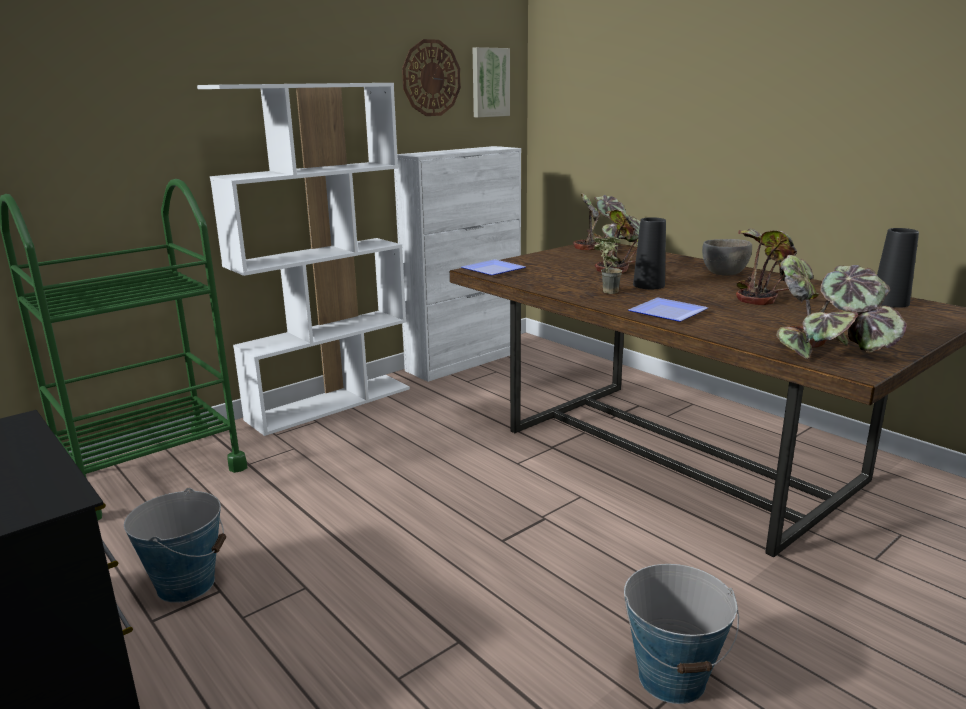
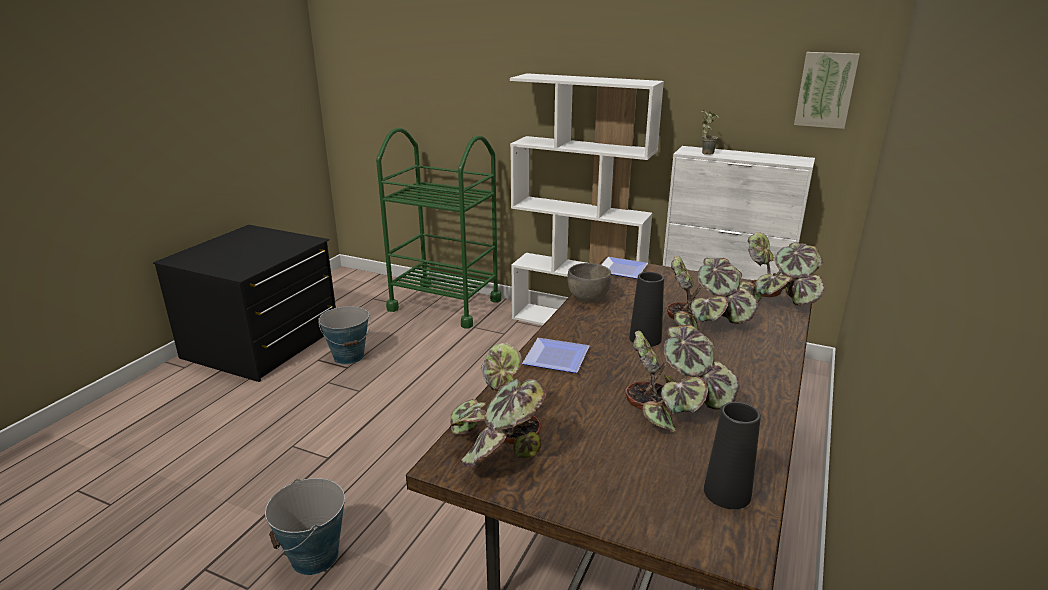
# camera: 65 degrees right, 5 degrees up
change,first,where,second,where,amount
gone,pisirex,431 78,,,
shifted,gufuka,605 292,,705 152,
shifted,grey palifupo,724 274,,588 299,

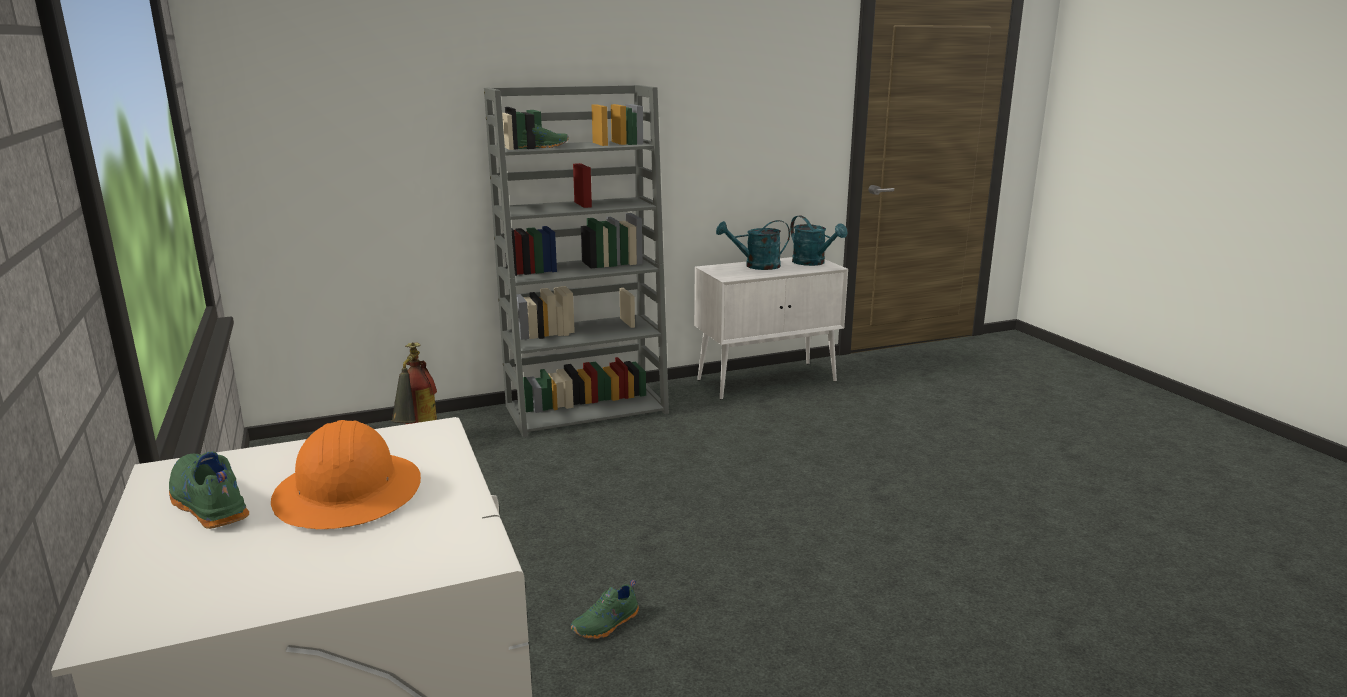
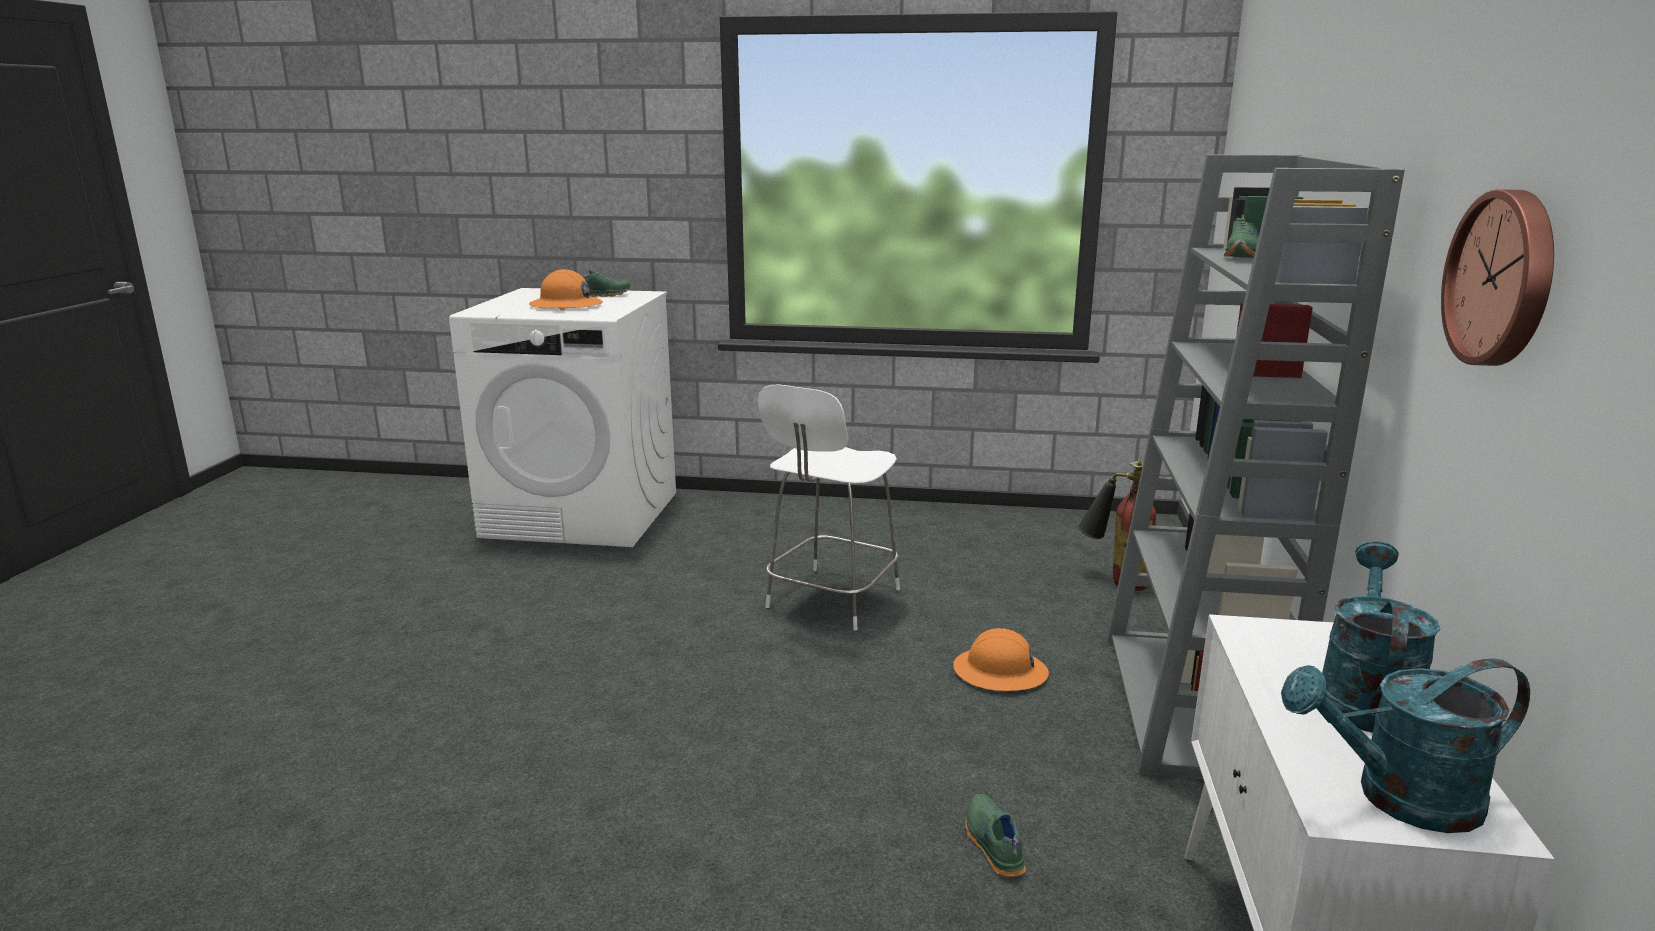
# camera: 120 degrees right, 0 degrees up
change,first,where,second,where,amount
shifted,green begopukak,606 625,,992 845,
new,,,pisirex,1504 279,
new,,,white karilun,831 600,
new,,,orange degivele,1000 672,

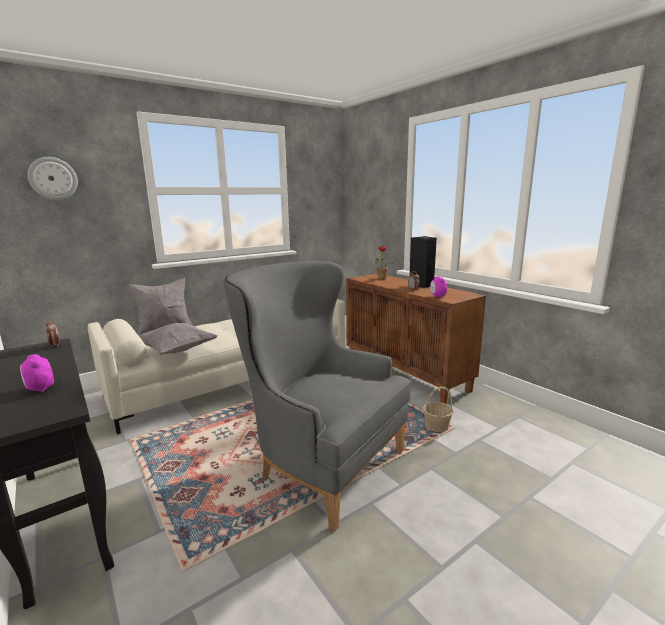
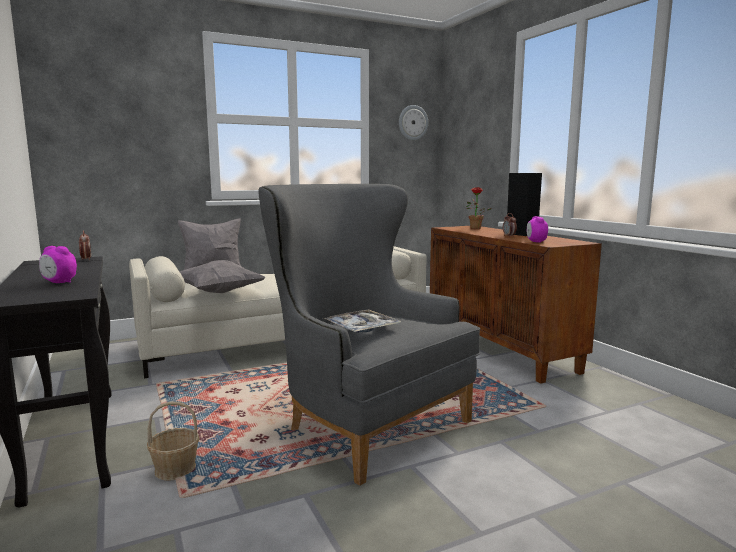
# camera: 10 degrees right, 5 degrees down
change,first,where,second,where,amount
shifted,pisirex,53 178,,413 122,
rotated,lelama,40 389,,59 282,45 degrees counterclockwise
shifted,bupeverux,436 426,,175 469,
new,,,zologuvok,361 328,

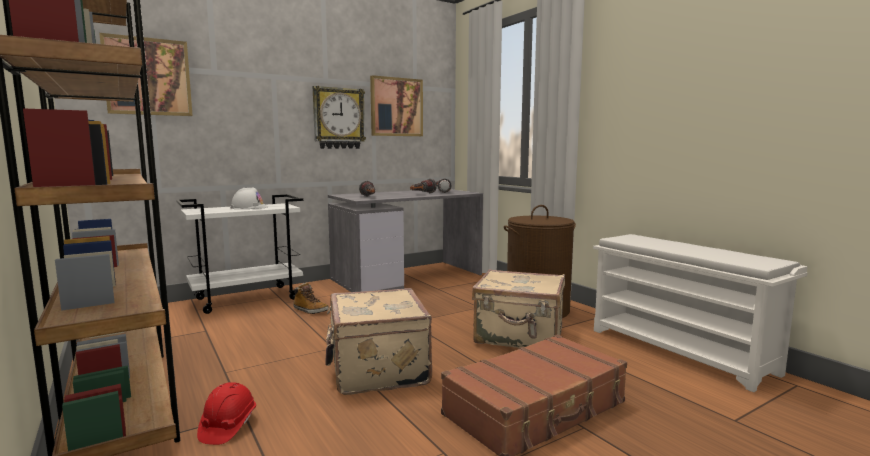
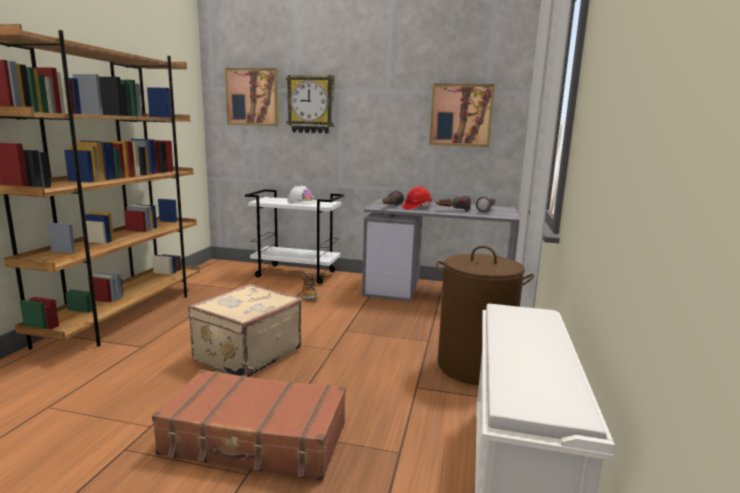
# camera: 45 degrees right, 5 degrees up
change,first,where,second,where,amount
shifted,pisirex,338 118,,311 104,
gone,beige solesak,519 337,,,
shifted,red degivele,228 426,,416 208,

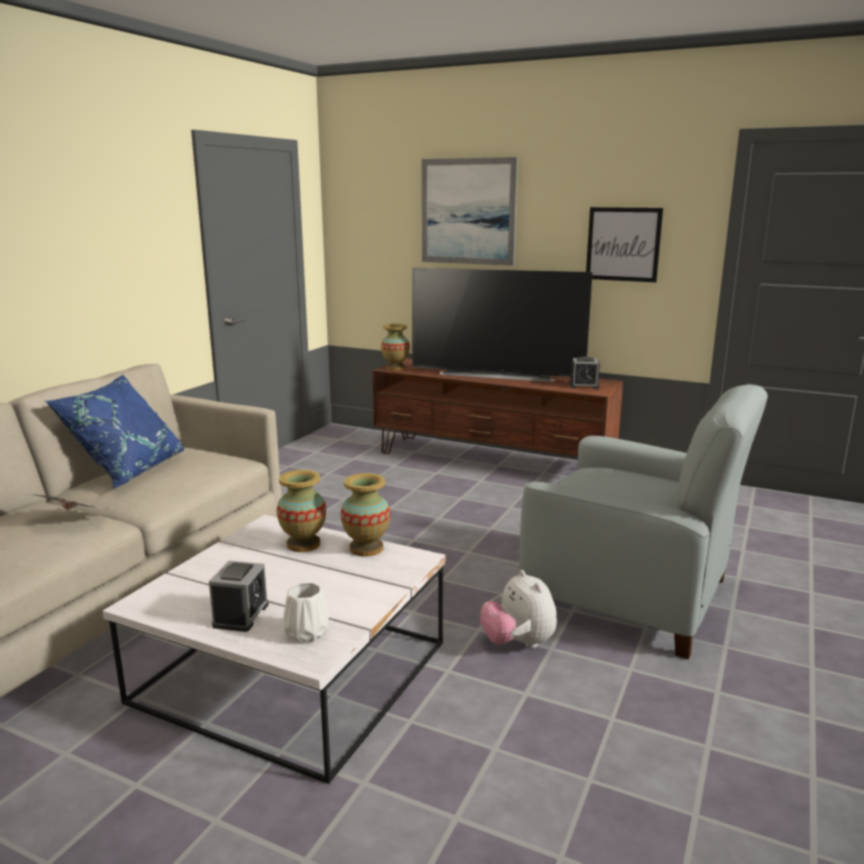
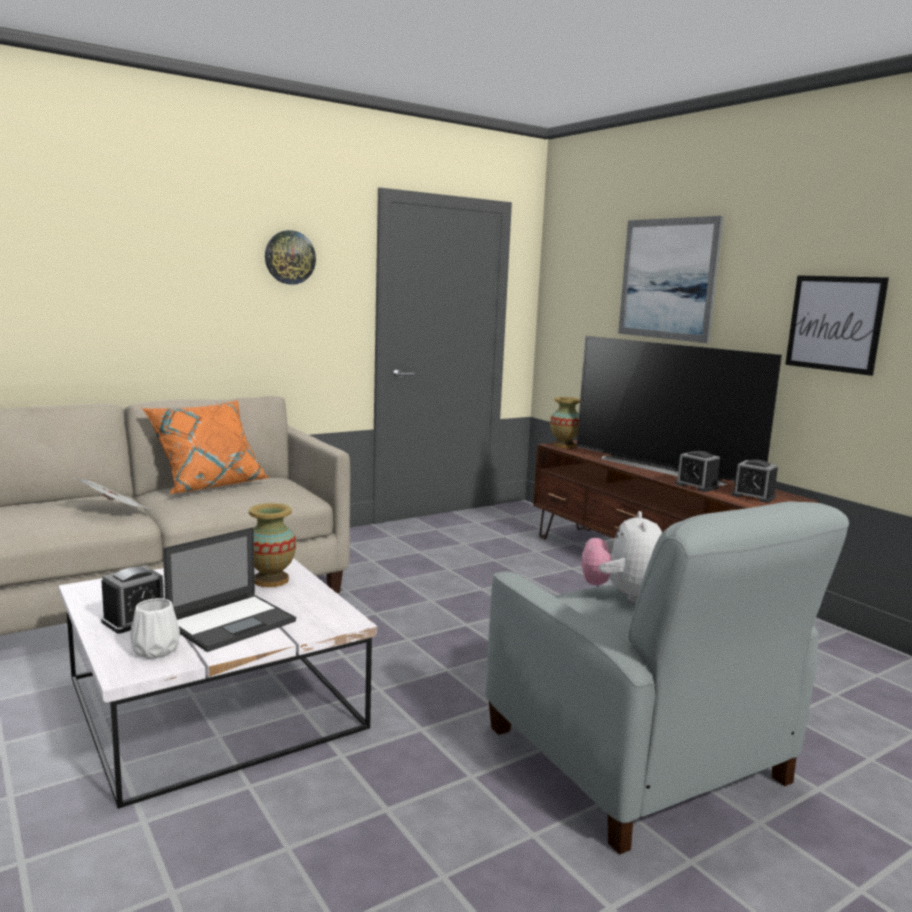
# camera: 30 degrees right, 5 degrees down
change,first,where,second,where,amount
repainted,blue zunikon,127 470,orange zunikon,209 485,
gone,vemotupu,366 548,,,
shifted,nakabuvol,518 643,,622 595,
new,,,pisirex,290 257,
new,,,lelama,696 486,
new,,,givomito,232 622,

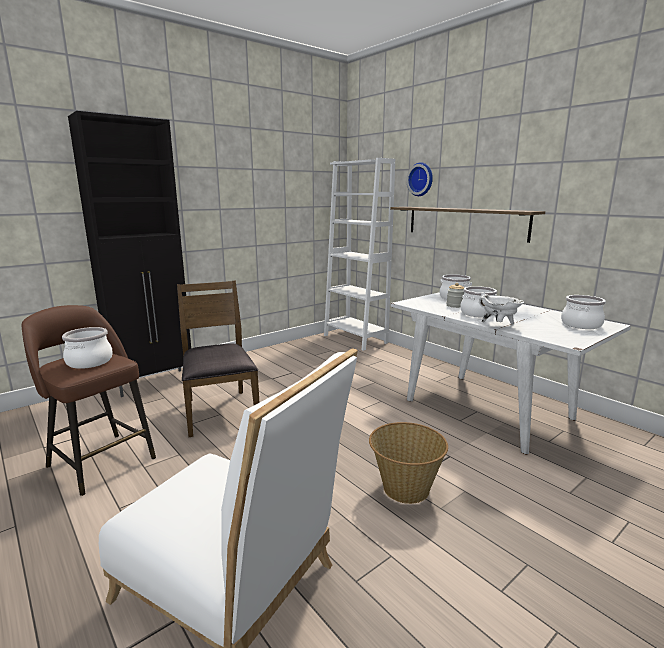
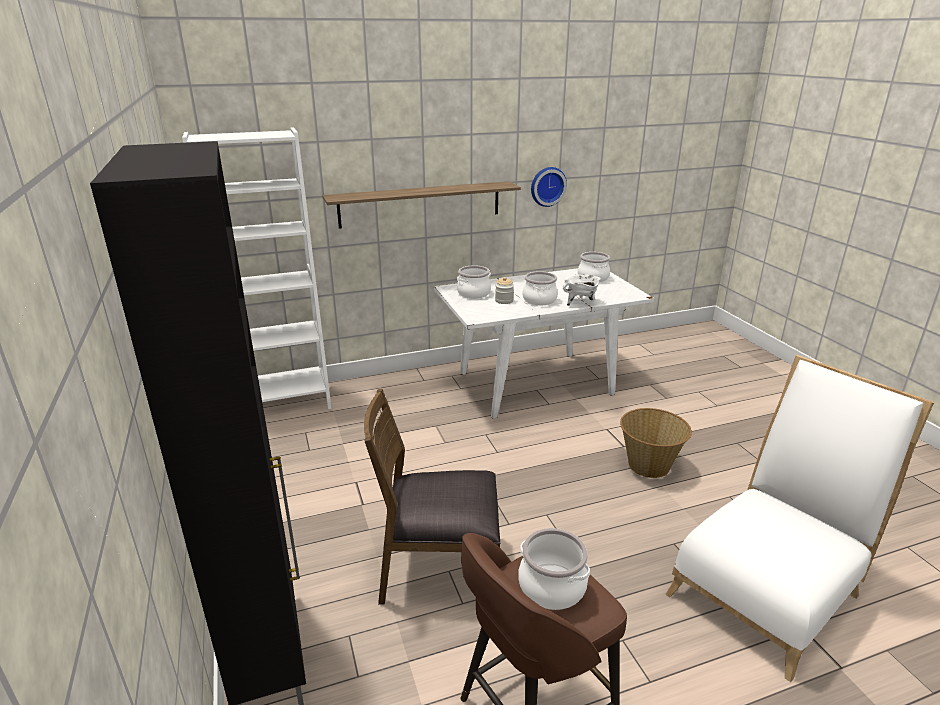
# camera: 70 degrees left, 10 degrees up
change,first,where,second,where,amount
shifted,pisirex,421 179,,547 186,

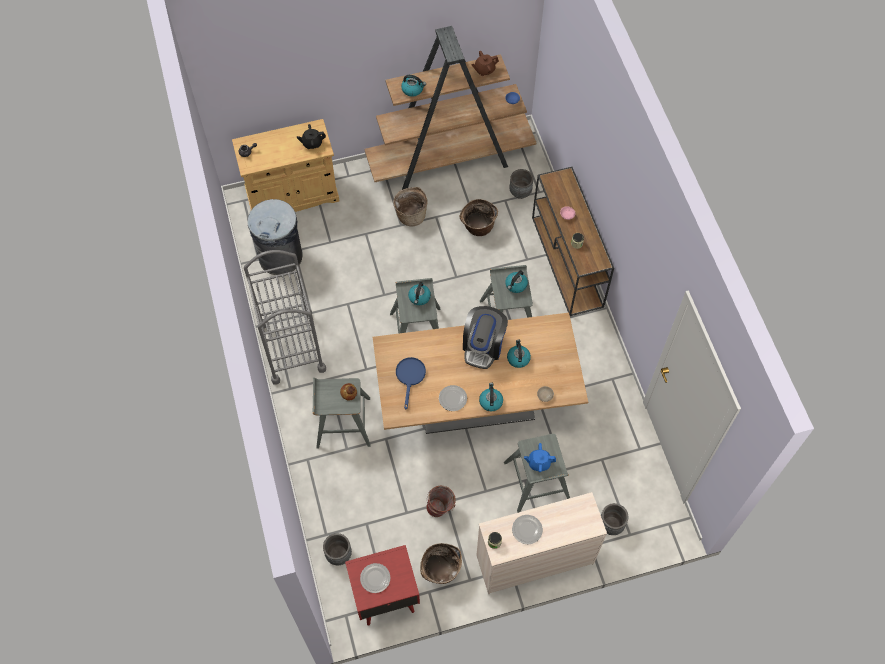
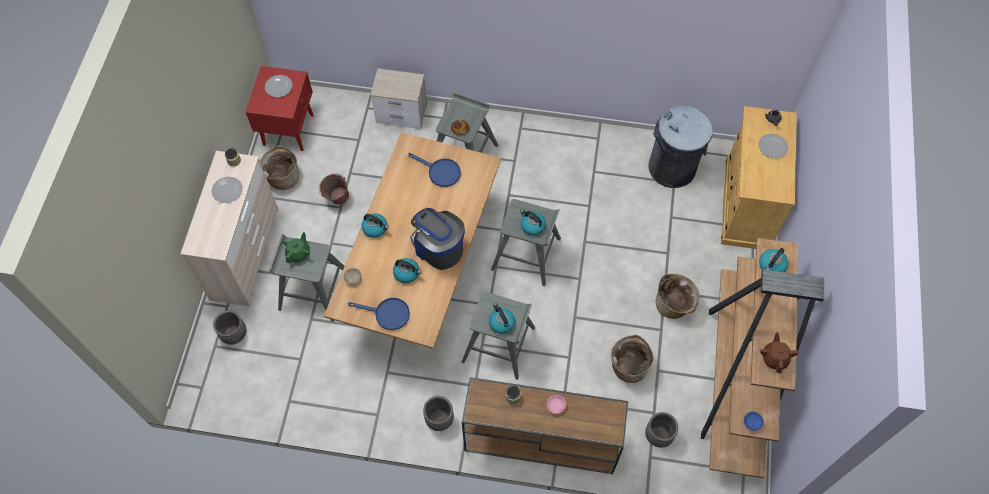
# camera: 115 degrees right, 0 degrees up
change,first,where,second,where,amount
gone,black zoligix,312 143,,,
gone,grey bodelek,291 347,,,
shifted,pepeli,452 399,,772 146,
repainted,blue zoligix,539 462,green zoligix,298 253,
shifted,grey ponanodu,338 554,,439 419,
new,,,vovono,402 114,
new,,,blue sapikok,387 314,

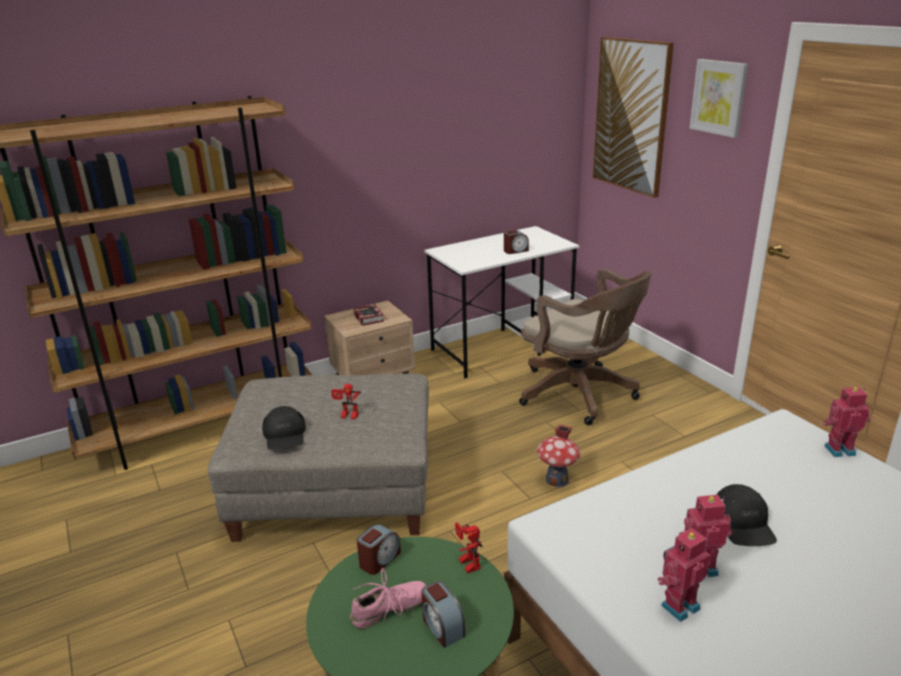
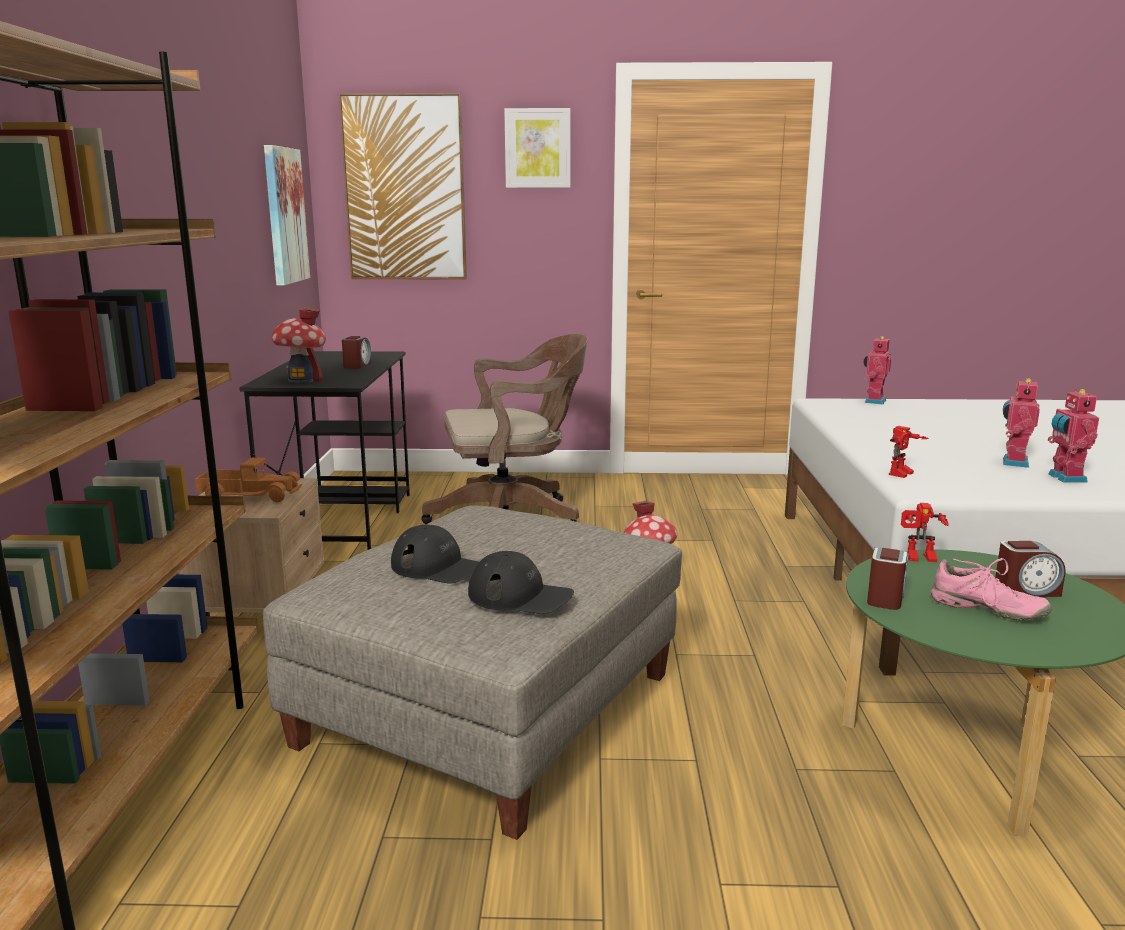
# camera: 60 degrees left, 10 degrees down
change,first,where,second,where,amount
repainted,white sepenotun,502 347,black sepenotun,343 522,
swapped,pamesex,369 317,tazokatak,250 495,
shifted,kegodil,347 416,,903 475,
shifted,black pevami,742 523,,438 567,
rotated,lelama,379 560,,886 597,45 degrees clockwise
rotated,pink begopukak,389 610,,987 609,120 degrees clockwise
new,,,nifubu,284 215,
new,,,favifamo,302 380,

